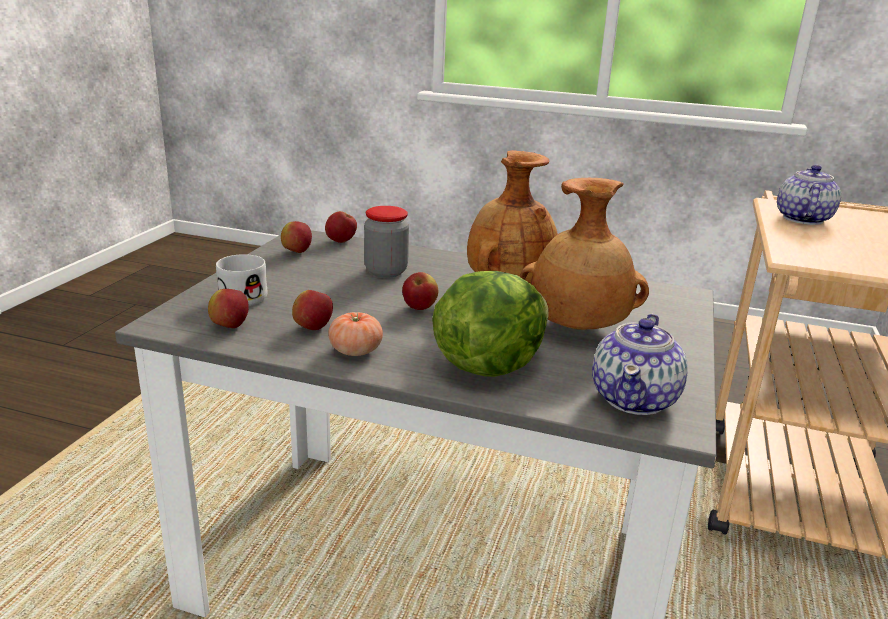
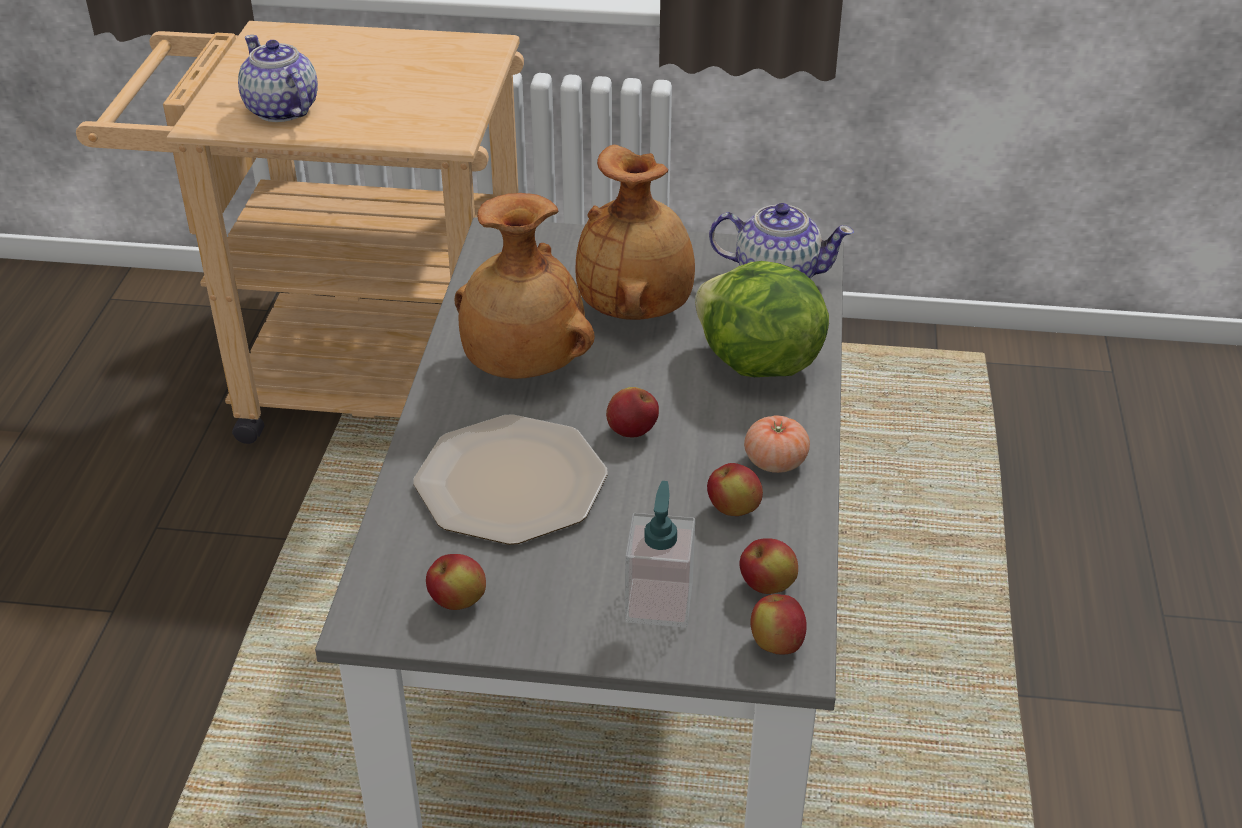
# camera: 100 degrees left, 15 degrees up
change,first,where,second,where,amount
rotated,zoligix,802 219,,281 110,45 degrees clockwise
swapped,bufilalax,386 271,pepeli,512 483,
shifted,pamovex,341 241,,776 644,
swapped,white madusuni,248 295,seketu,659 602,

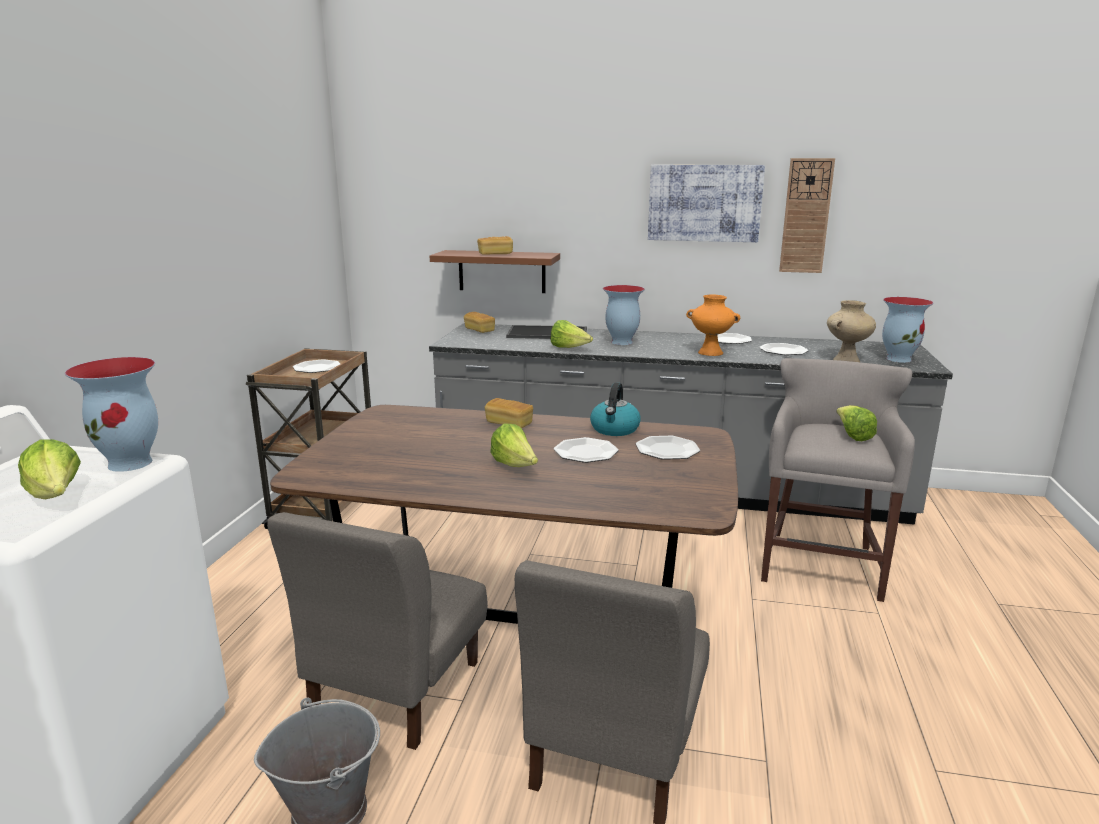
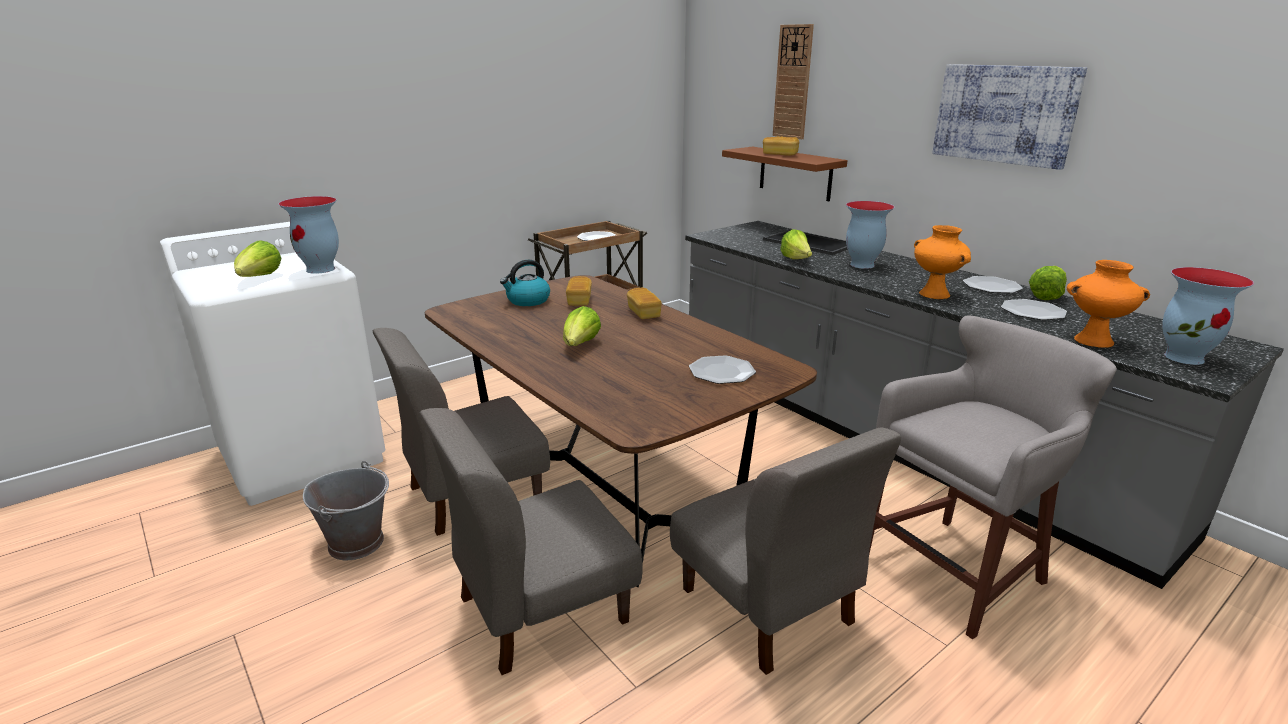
# camera: 40 degrees right, 5 degrees up
change,first,where,second,where,amount
shifted,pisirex,806 216,,793 82,
repainted,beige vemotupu,846 360,orange vemotupu,1094 340,
shifted,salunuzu,479 330,,579 301,
shifted,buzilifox,615 429,,527 301,
shifted,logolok,852 435,,1045 296,
gone,pepeli,586 452,,,
new,,,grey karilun,766 606,

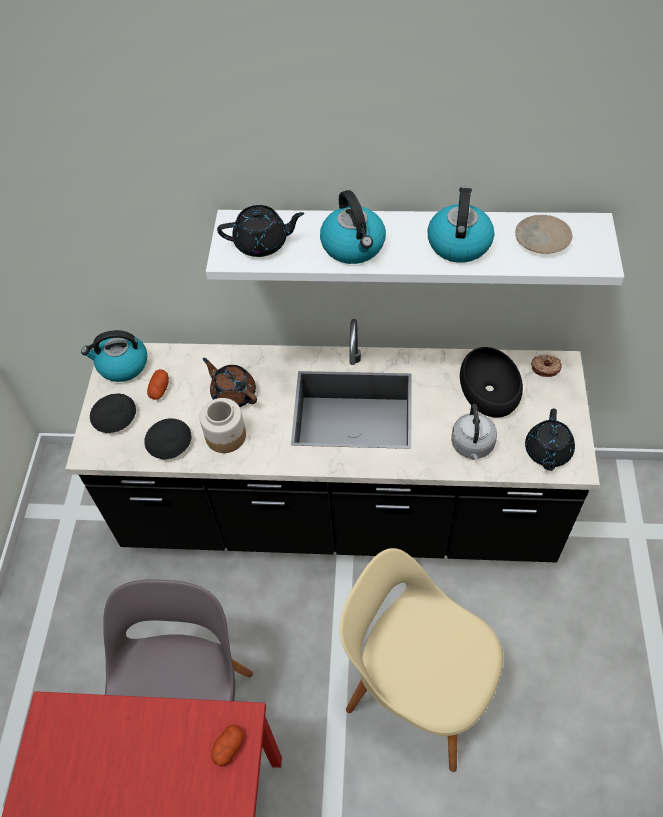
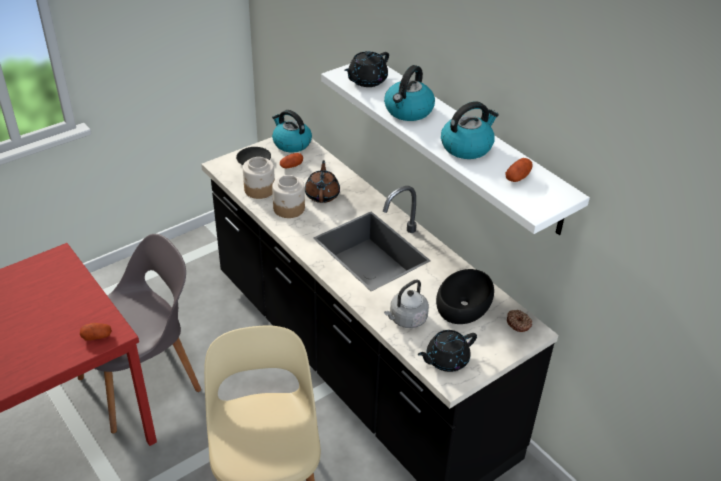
# camera: 45 degrees right, 15 degrees down
change,first,where,second,where,amount
rotated,black zoligix,262 243,,366 80,90 degrees clockwise
swapped,beige pepeli,541 240,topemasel,517 177,
swapped,black pepeli,169 443,bufilalax,259 190,

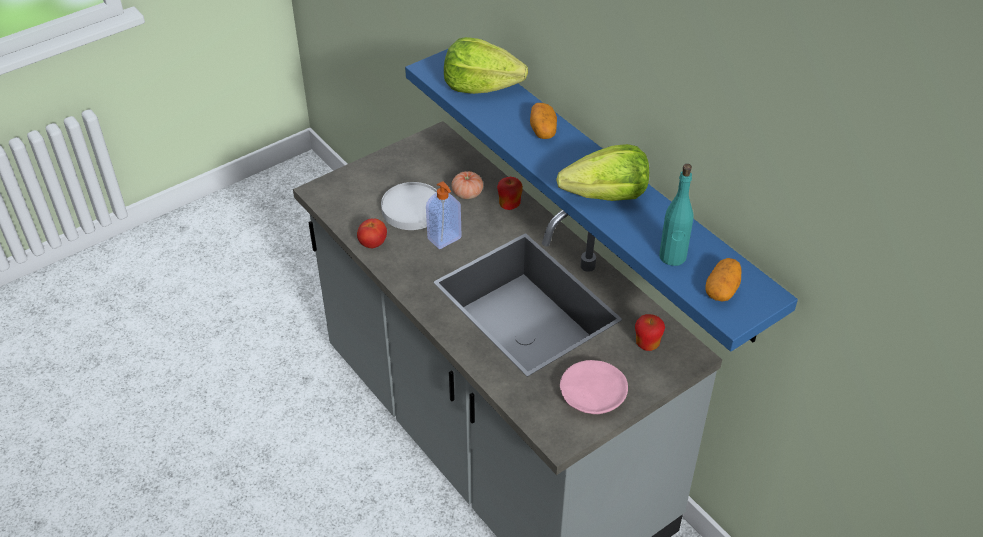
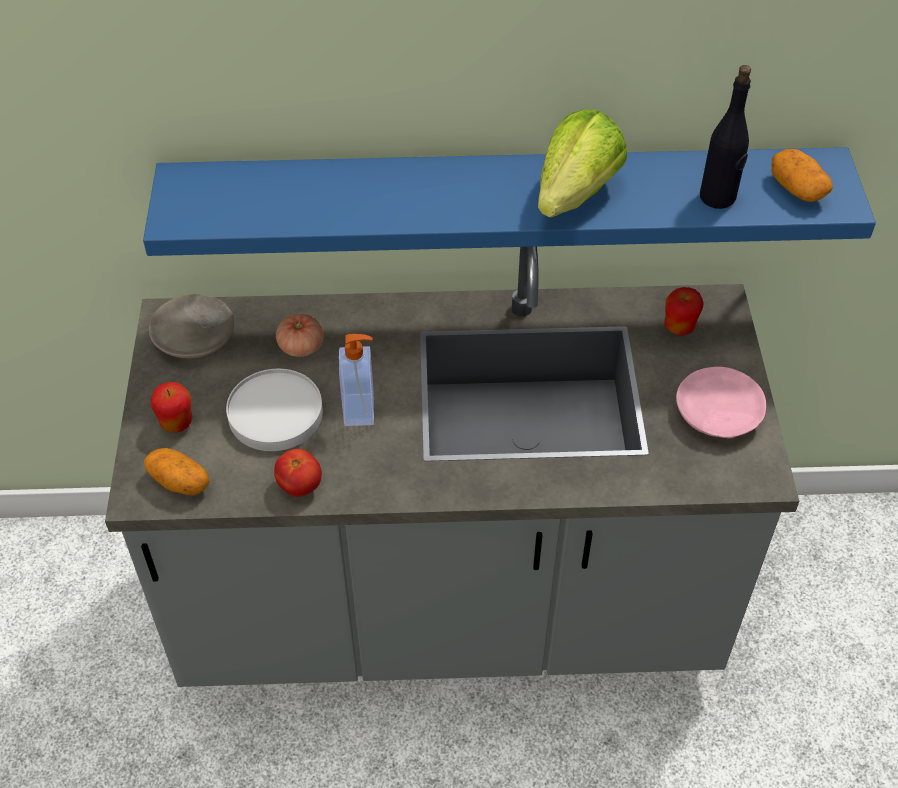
# camera: 55 degrees left, 5 degrees up
change,first,where,second,where,amount
gone,logolok,481 87,,,
shifted,topemasel,543 130,,180 482,
repainted,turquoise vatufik,672 257,black vatufik,718 197,
shifted,pamovex,509 205,,177 423,
new,,,beige pepeli,195 336,

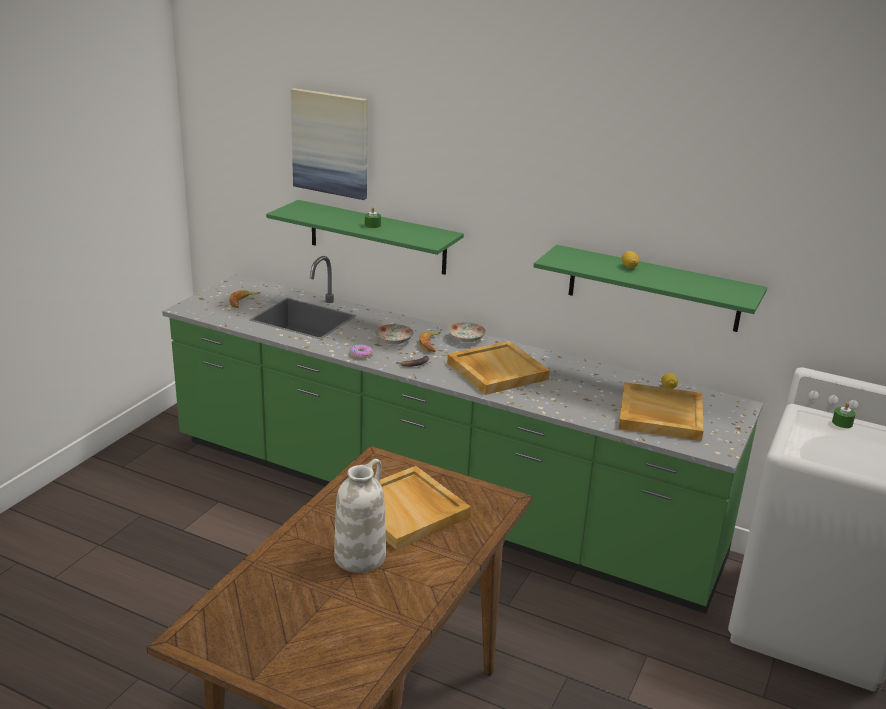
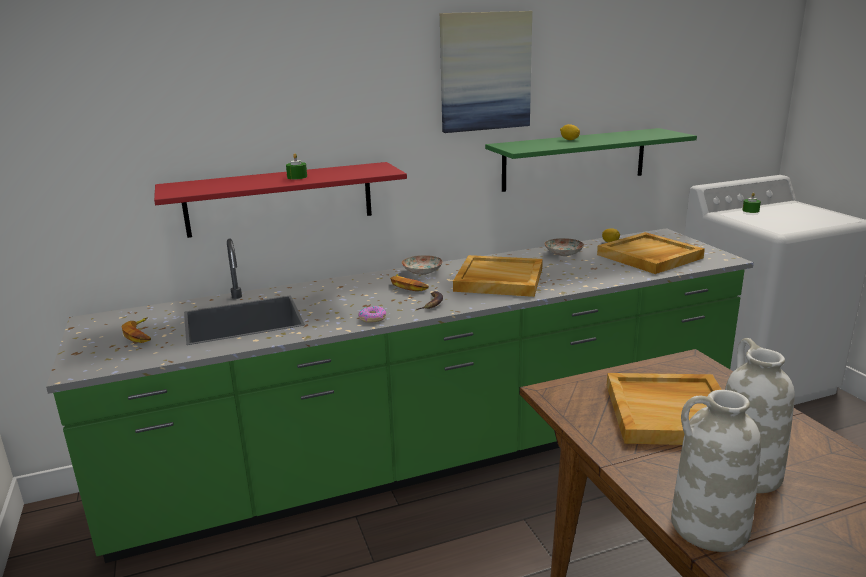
# camera: 45 degrees left, 5 degrees down
change,first,where,second,where,amount
shifted,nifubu,330 143,,485 72,
repainted,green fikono,377 237,red fikono,280 199,
shifted,pepeli,394 341,,564 253,
new,,,white vemotupu,708 527,

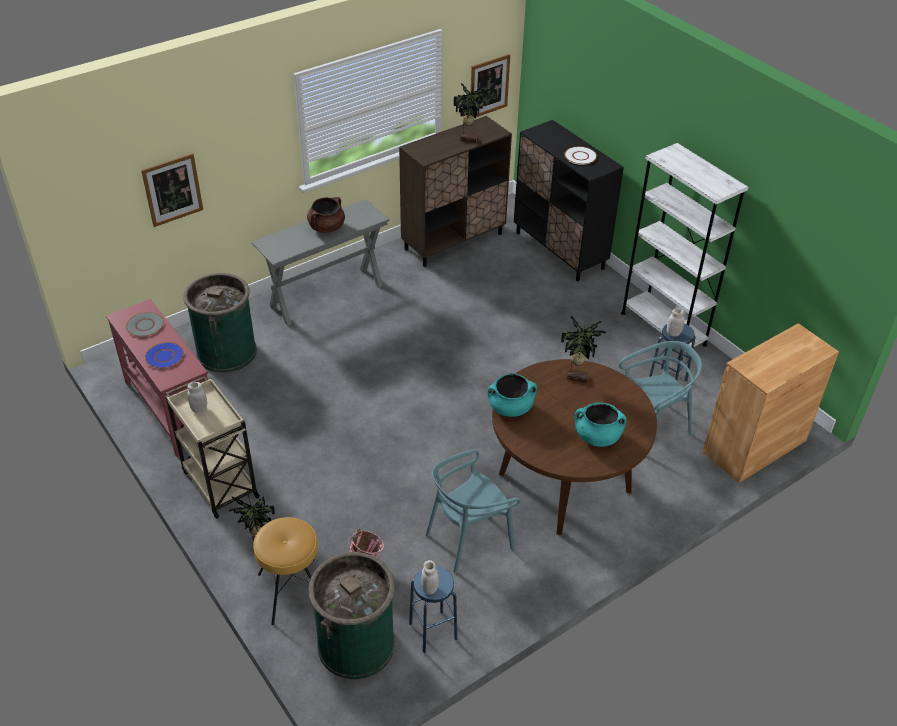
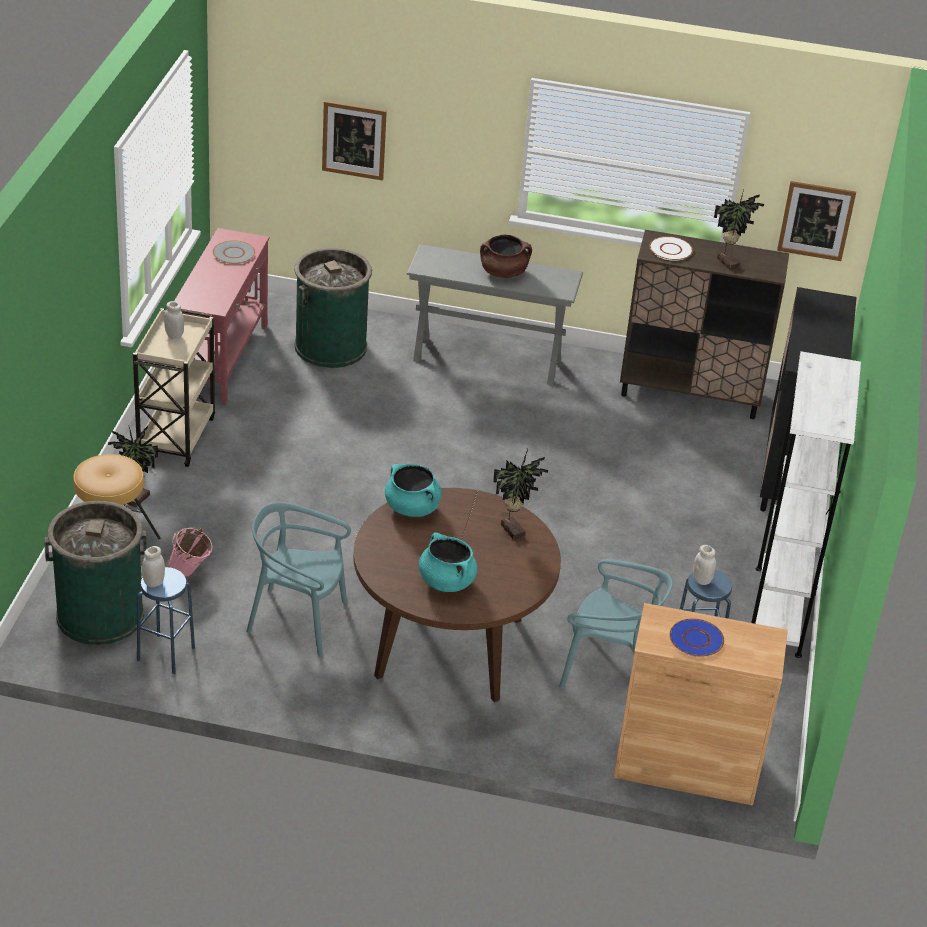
# camera: 45 degrees right, 5 degrees down
change,first,where,second,where,amount
shifted,white pepeli,580 156,,671 249,
shifted,blue pepeli,164 356,,696 639,

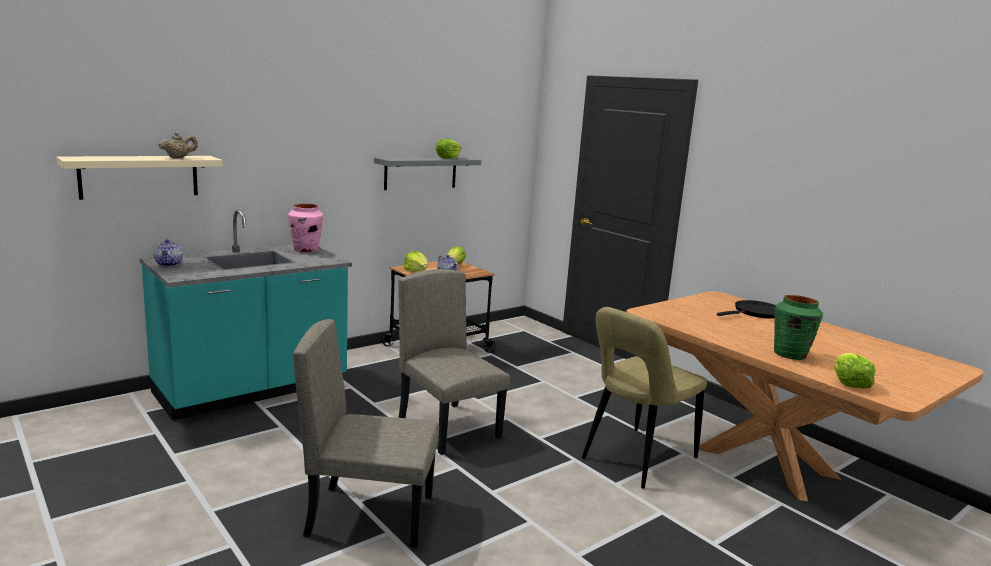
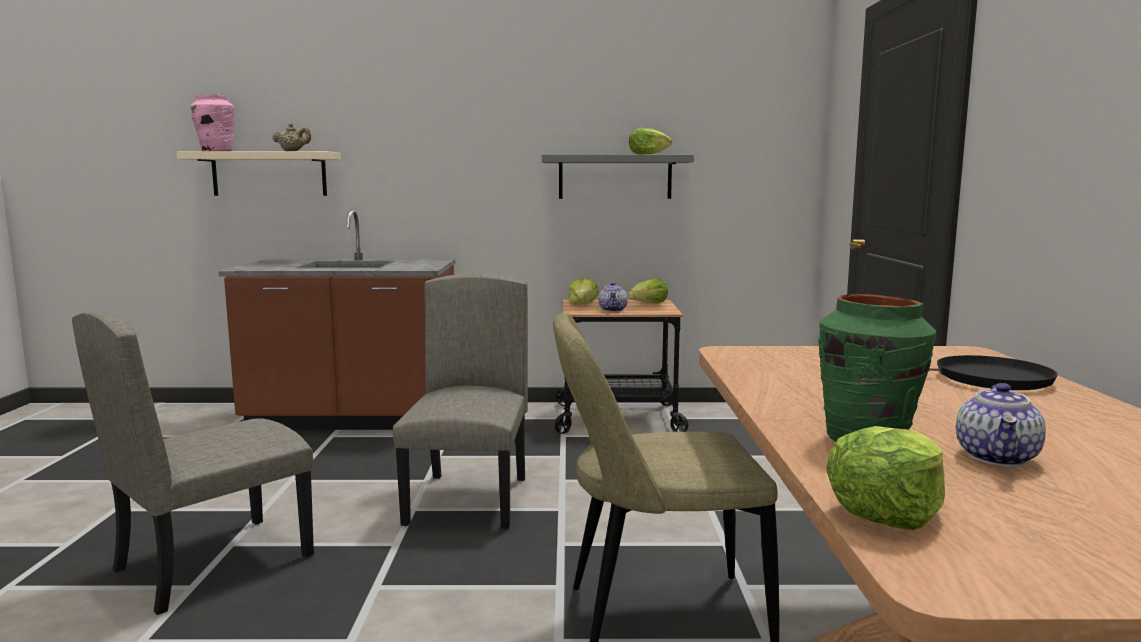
# camera: 40 degrees right, 5 degrees down
change,first,where,second,where,amount
shifted,pink vemotupu,306 250,,216 151,
repainted,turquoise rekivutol,252 390,brown rekivutol,353 419,
shifted,zoligix,169 264,,998 457,
rotated,beige karilun,371 514,,214 562,90 degrees counterclockwise

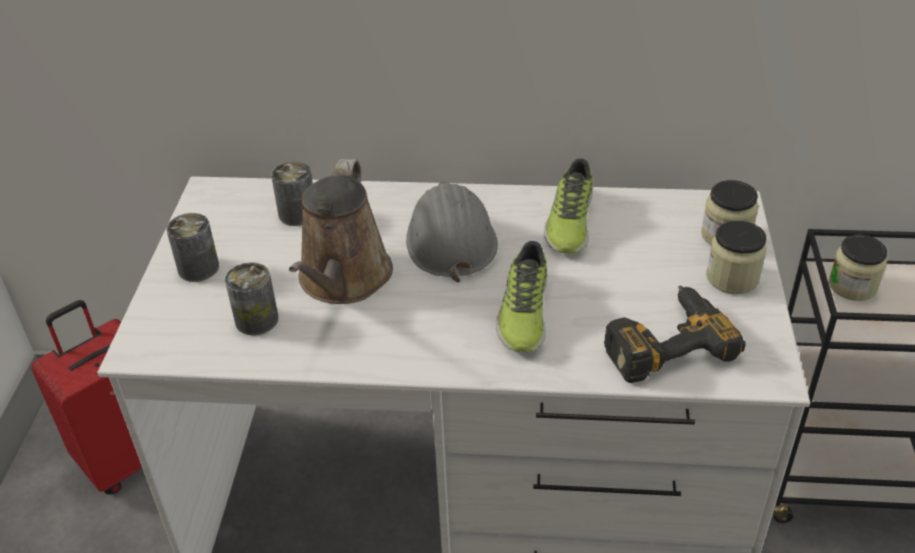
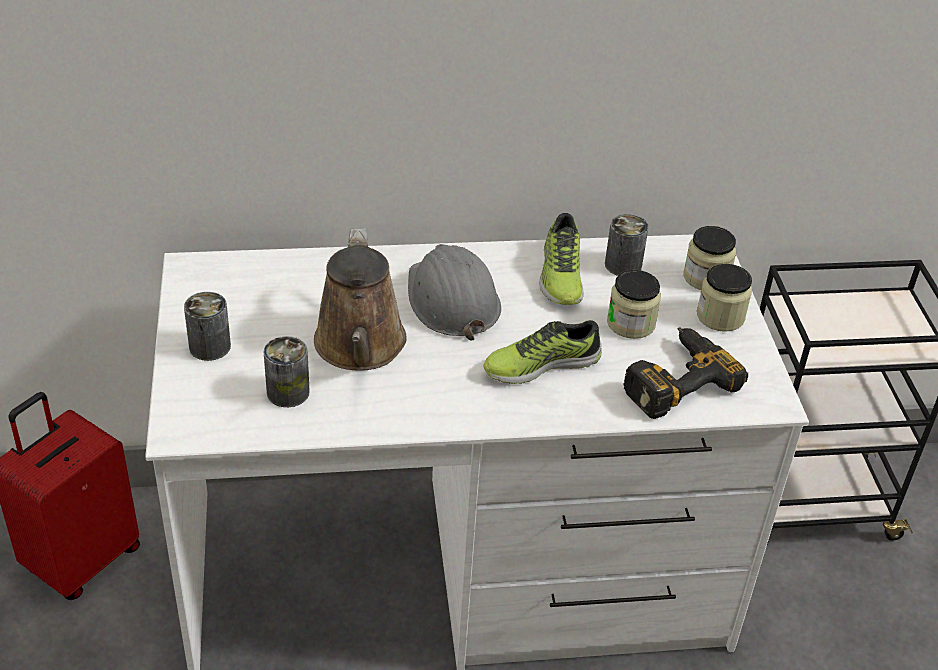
# camera: 15 degrees left, 0 degrees up
change,first,where,second,where,amount
shifted,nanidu,297 214,,623 265,
shifted,bufilalax,852 286,,631 323,
rotated,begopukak,523 313,,541 364,75 degrees clockwise

